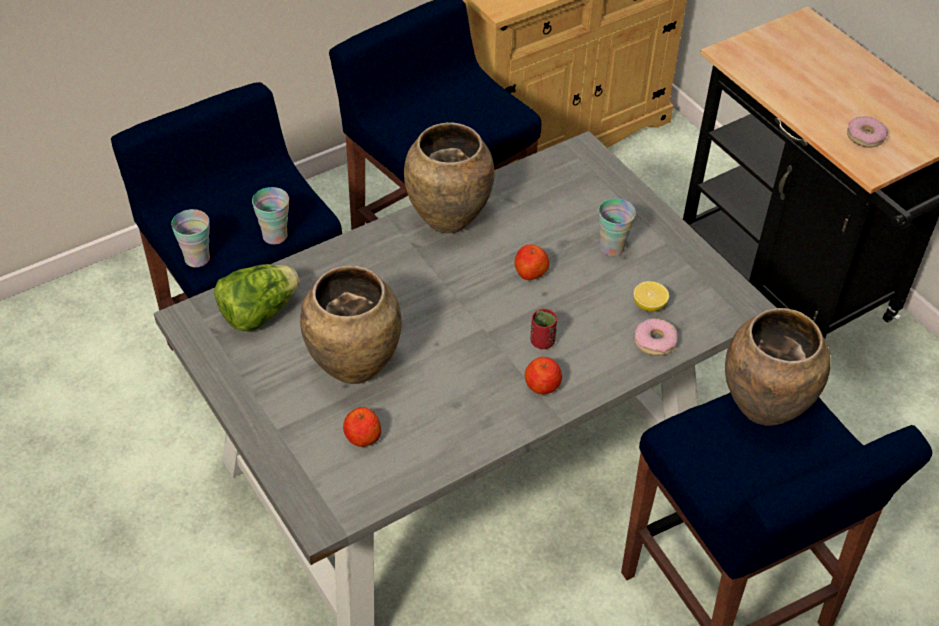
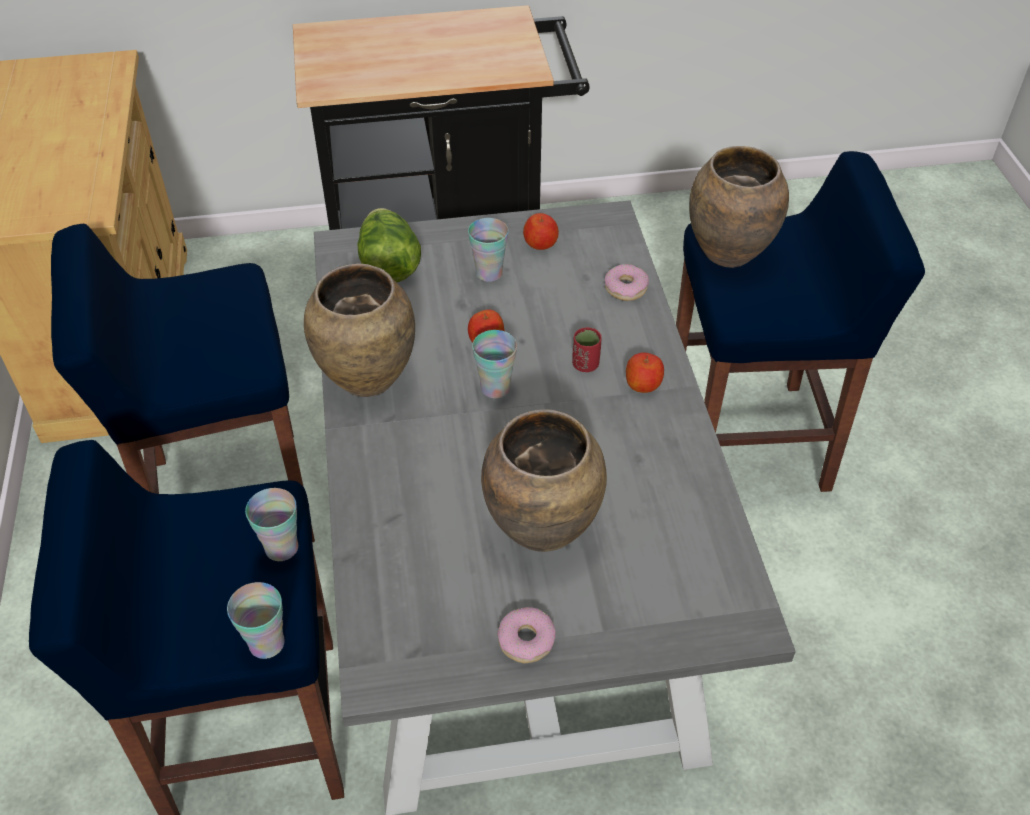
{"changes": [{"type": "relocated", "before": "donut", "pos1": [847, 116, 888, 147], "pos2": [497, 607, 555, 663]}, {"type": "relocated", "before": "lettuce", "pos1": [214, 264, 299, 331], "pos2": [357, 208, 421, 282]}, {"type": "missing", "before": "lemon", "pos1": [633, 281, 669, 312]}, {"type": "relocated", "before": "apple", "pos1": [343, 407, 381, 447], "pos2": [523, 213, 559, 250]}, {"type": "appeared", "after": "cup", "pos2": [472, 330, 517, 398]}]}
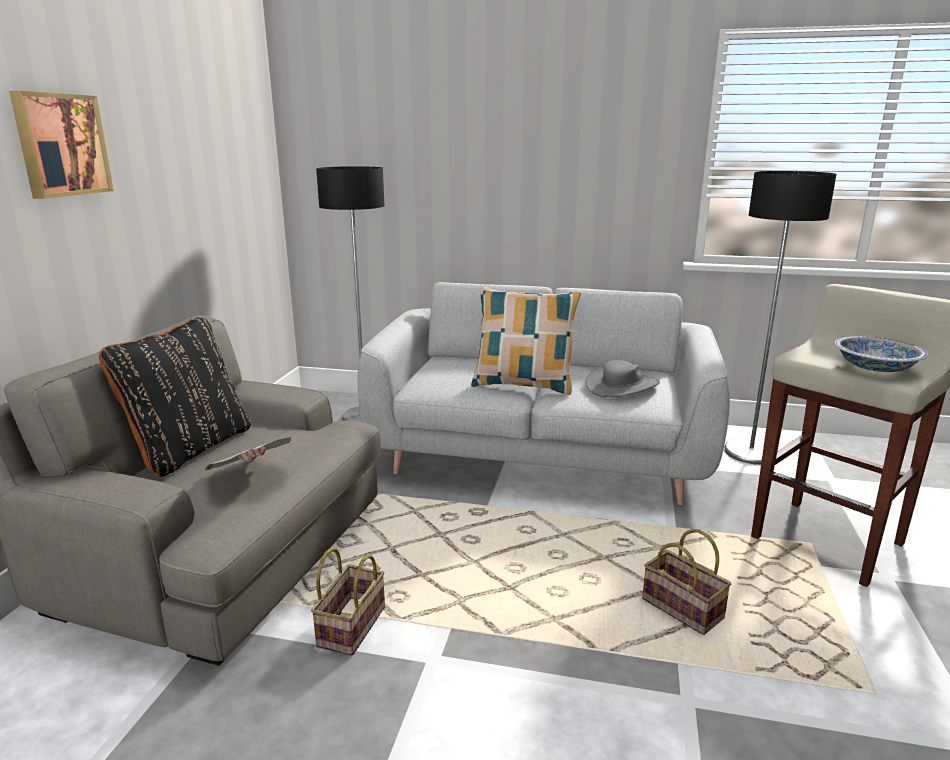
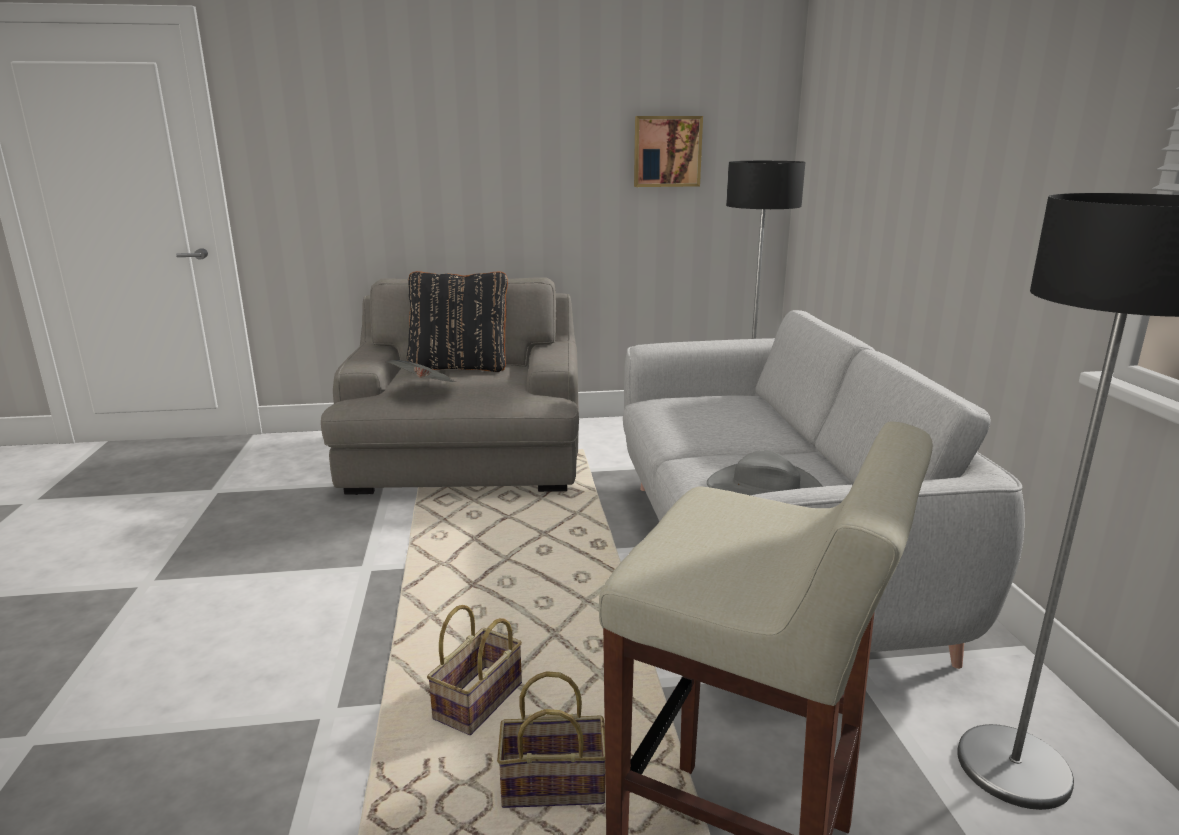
{"changes": [{"type": "relocated", "before": "picture", "pos1": [9, 91, 114, 199], "pos2": [634, 116, 703, 187]}, {"type": "missing", "before": "pillow", "pos1": [471, 286, 581, 395]}, {"type": "missing", "before": "bowl", "pos1": [834, 336, 928, 372]}, {"type": "relocated", "before": "basket", "pos1": [311, 548, 385, 656], "pos2": [497, 671, 605, 808]}]}
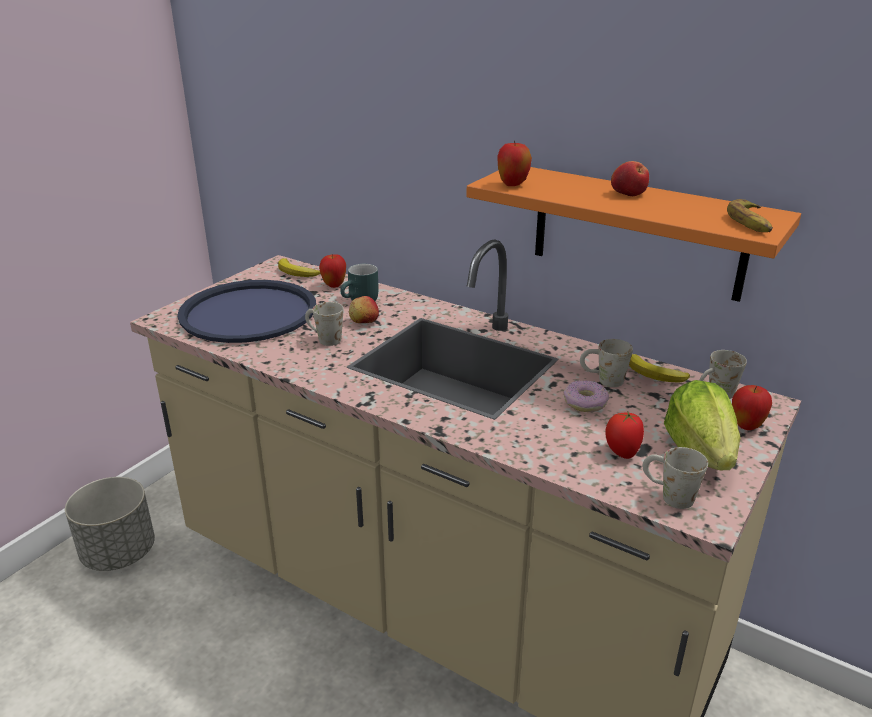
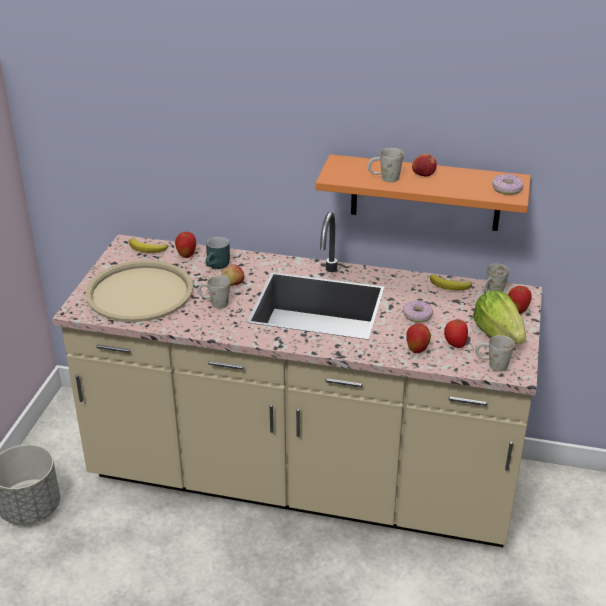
{"changes": [{"type": "relocated", "before": "apple", "pos1": [497, 141, 532, 186], "pos2": [406, 324, 431, 353]}, {"type": "exchanged", "before": "banana", "after": "donut", "pos1": [727, 199, 773, 232], "pos2": [492, 174, 524, 195]}, {"type": "colour", "before": "tray/blue", "after": "tray/beige", "pos1": [177, 280, 316, 343], "pos2": [85, 260, 193, 322]}, {"type": "relocated", "before": "mug/white", "pos1": [580, 339, 633, 387], "pos2": [367, 148, 404, 182]}]}
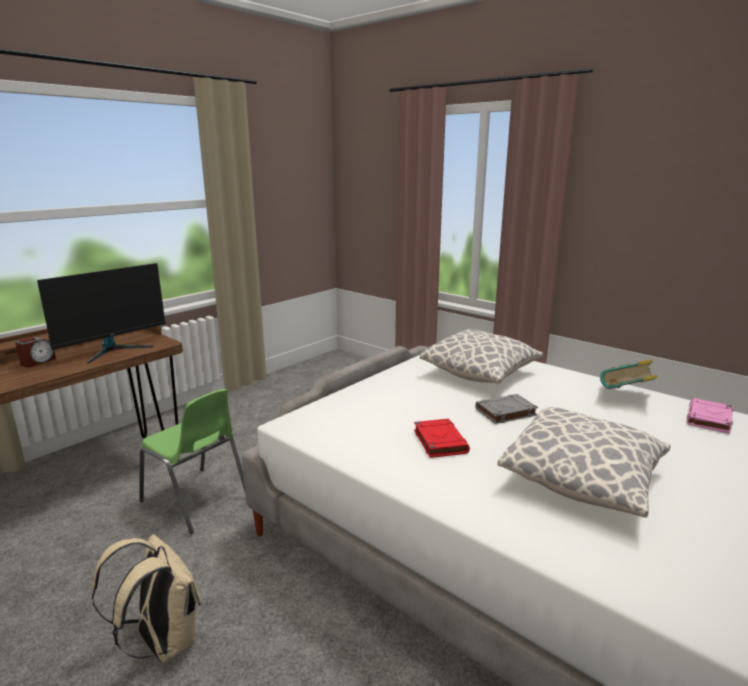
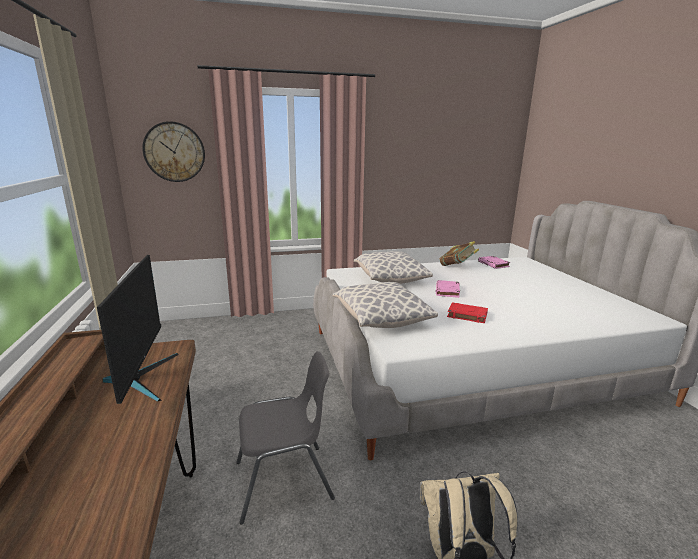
{"changes": [{"type": "missing", "before": "alarm clock", "pos1": [15, 337, 56, 368]}, {"type": "colour", "before": "chair/green", "after": "chair/grey", "pos1": [139, 389, 245, 534], "pos2": [236, 351, 335, 525]}, {"type": "colour", "before": "book/grey", "after": "book/pink", "pos1": [475, 394, 538, 424], "pos2": [436, 280, 460, 298]}, {"type": "relocated", "before": "pillow", "pos1": [497, 407, 671, 518], "pos2": [333, 282, 438, 328]}, {"type": "appeared", "after": "wall clock", "pos2": [142, 121, 205, 182]}]}
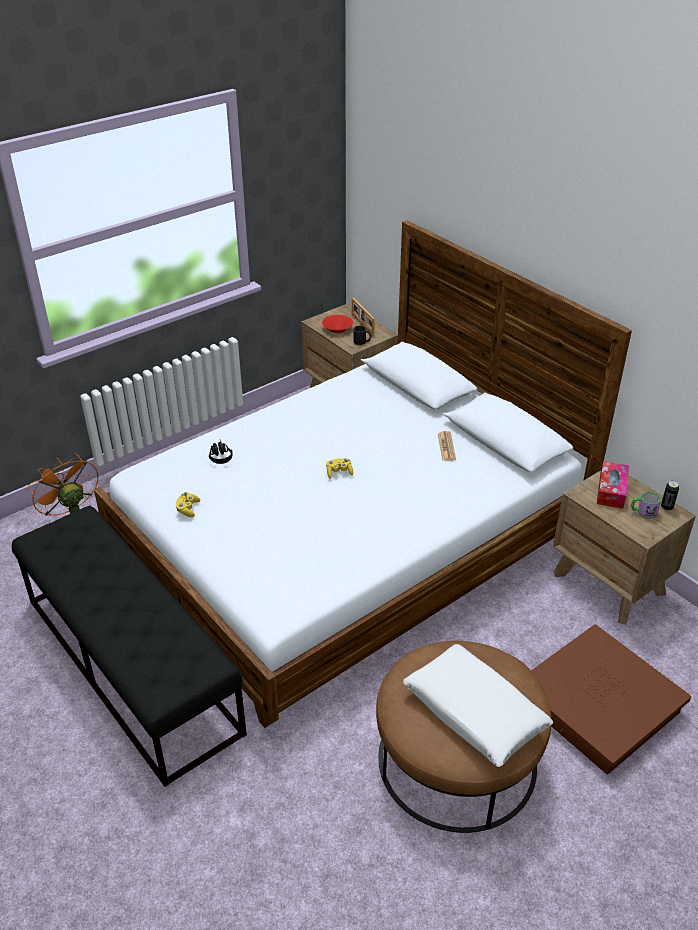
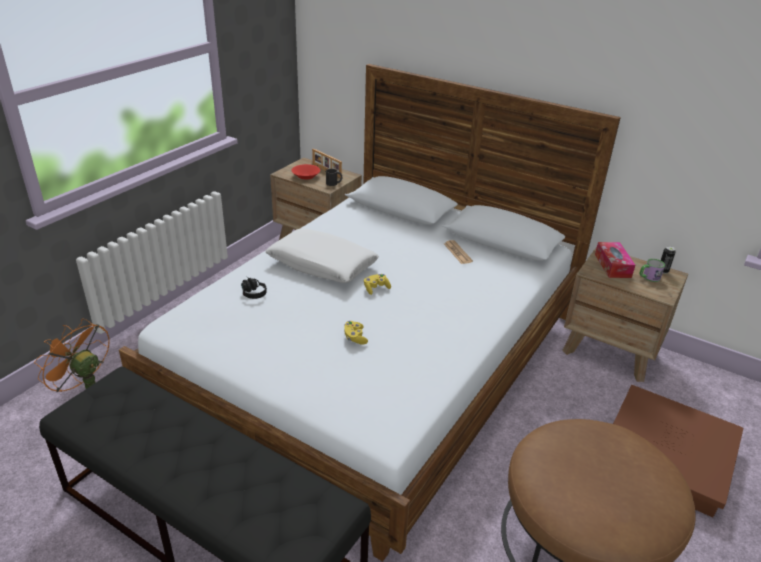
{"changes": [{"type": "relocated", "before": "game controller/yellow", "pos1": [176, 492, 200, 517], "pos2": [344, 321, 368, 344]}, {"type": "relocated", "before": "pillow/white", "pos1": [403, 644, 553, 767], "pos2": [266, 228, 379, 283]}]}
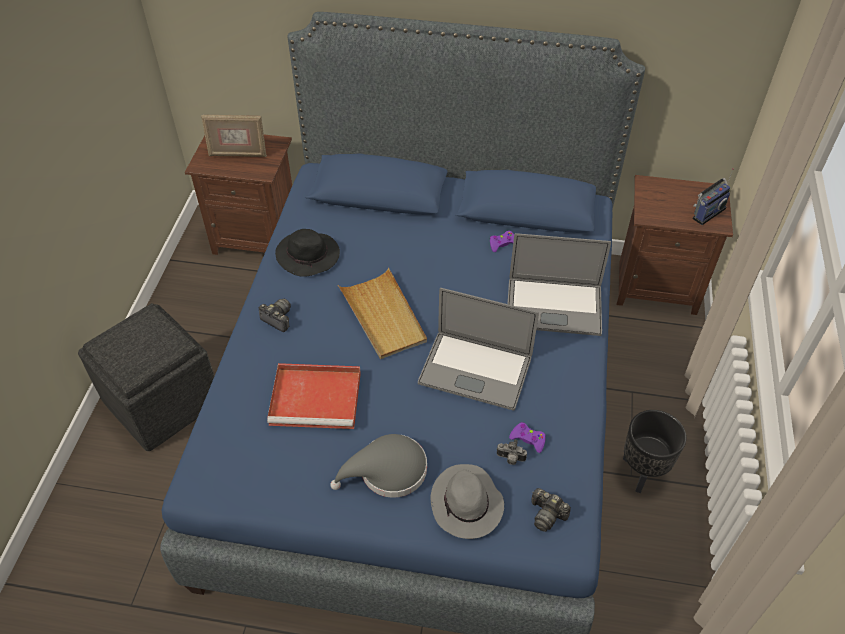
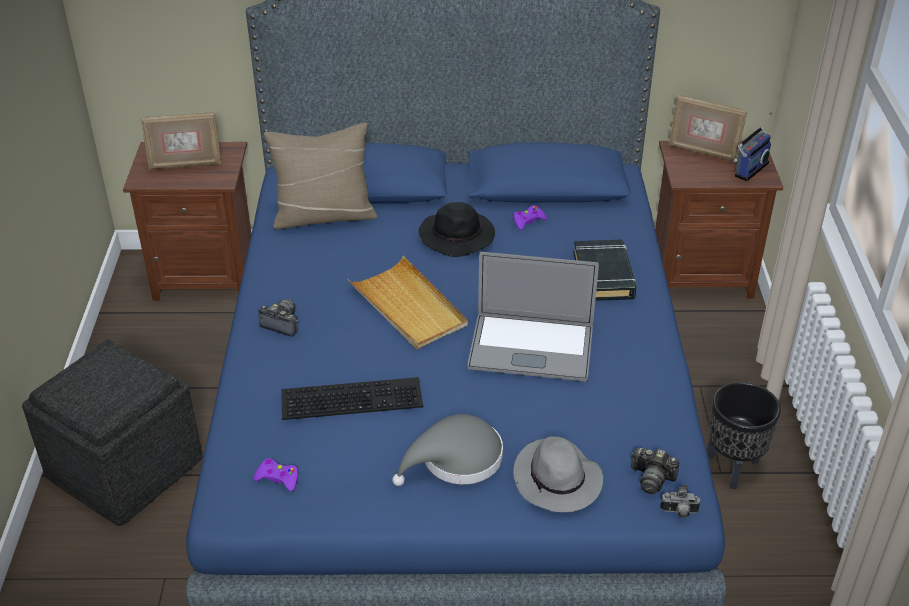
{"changes": [{"type": "relocated", "before": "hat/black", "pos1": [275, 229, 340, 277], "pos2": [419, 202, 495, 257]}, {"type": "exchanged", "before": "laptop", "after": "book/black", "pos1": [507, 233, 611, 336], "pos2": [573, 240, 637, 301]}, {"type": "exchanged", "before": "tray/red", "after": "keyboard", "pos1": [267, 363, 361, 429], "pos2": [281, 377, 423, 420]}, {"type": "relocated", "before": "game controller/purple", "pos1": [509, 422, 546, 453], "pos2": [254, 458, 298, 491]}, {"type": "relocated", "before": "photo camera", "pos1": [497, 440, 527, 465], "pos2": [660, 484, 701, 518]}, {"type": "appeared", "after": "picture frame", "pos2": [668, 95, 747, 161]}, {"type": "appeared", "after": "pillow/beige", "pos2": [264, 123, 377, 229]}]}
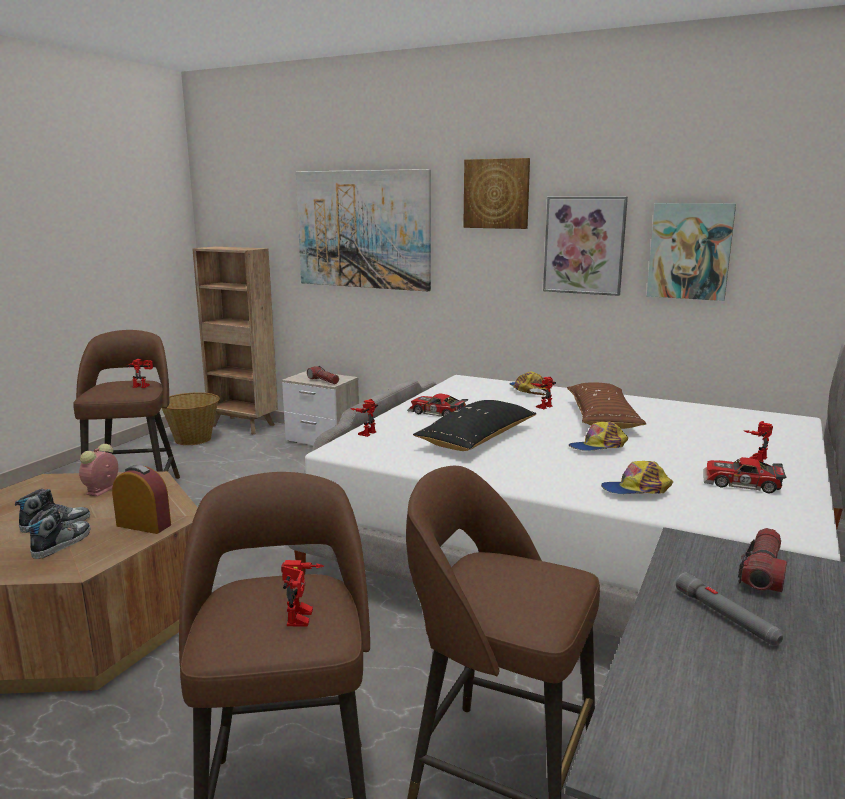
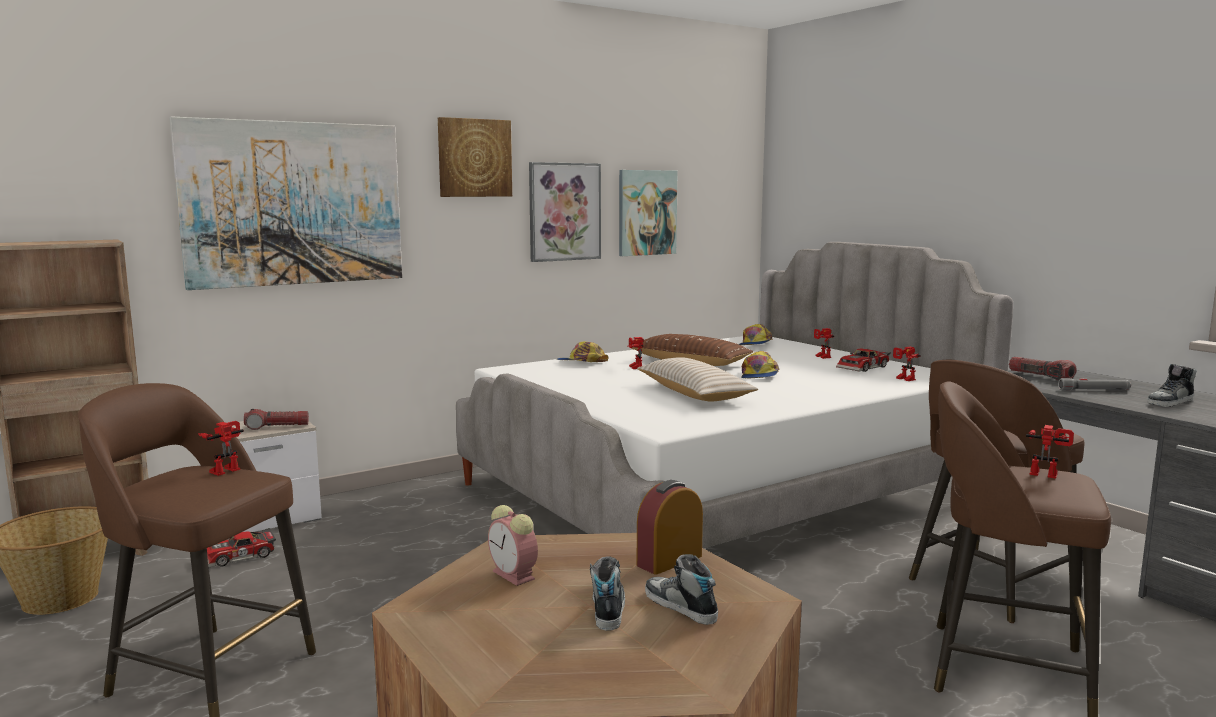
{"changes": [{"type": "relocated", "before": "toy car", "pos1": [407, 393, 468, 417], "pos2": [207, 528, 276, 567]}, {"type": "relocated", "before": "toy robot", "pos1": [351, 399, 378, 437], "pos2": [893, 347, 921, 381]}, {"type": "colour", "before": "pillow/black", "after": "pillow/beige", "pos1": [413, 400, 536, 451], "pos2": [637, 357, 758, 402]}, {"type": "relocated", "before": "cap", "pos1": [601, 461, 673, 494], "pos2": [739, 324, 773, 345]}, {"type": "appeared", "after": "shoe", "pos2": [1147, 364, 1196, 407]}]}
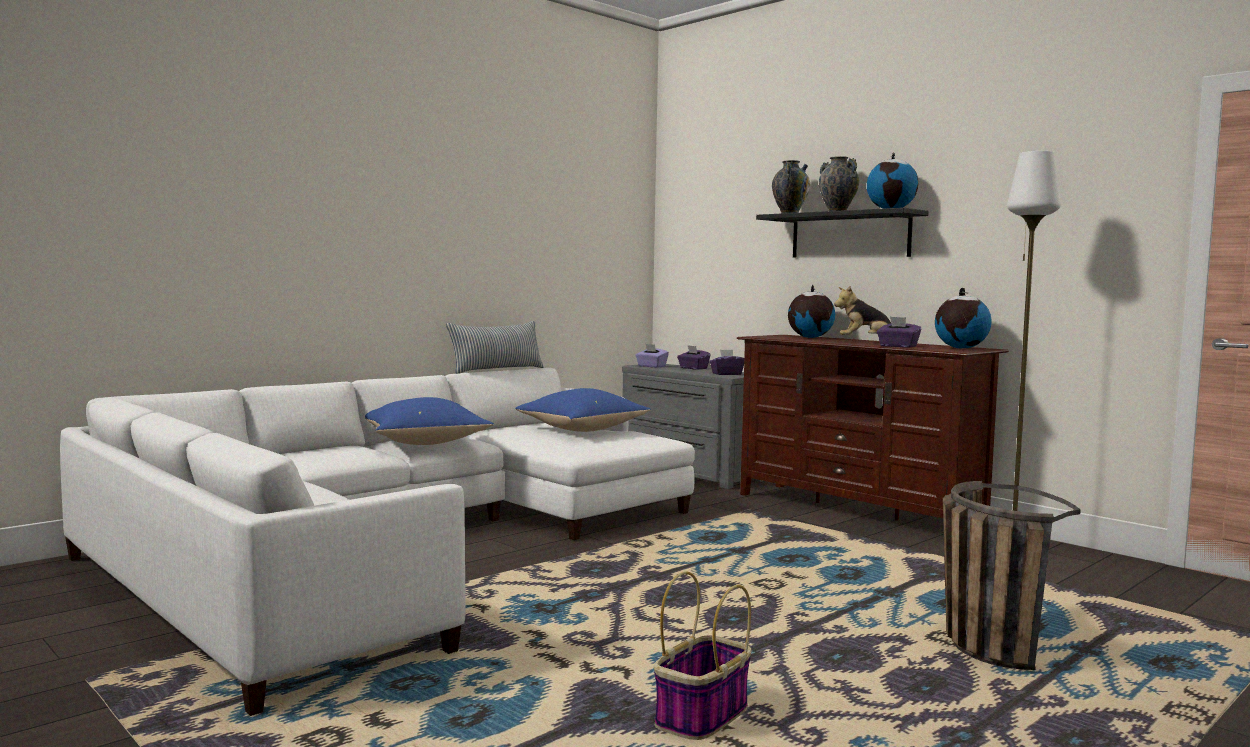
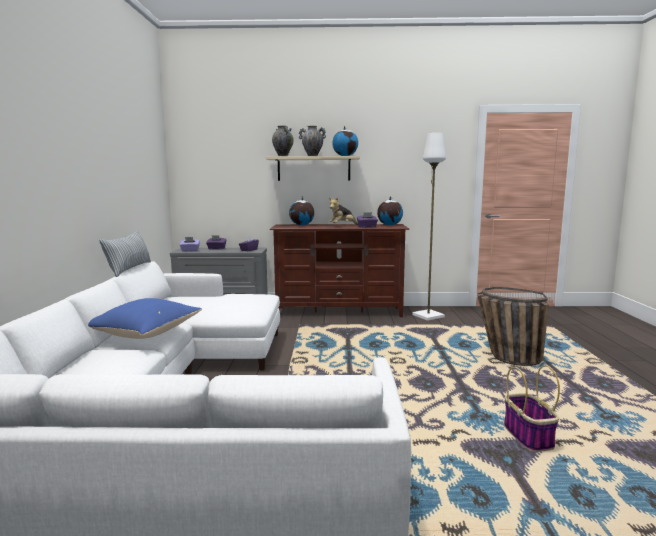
{"changes": [{"type": "colour", "before": "shelf/black", "after": "shelf/beige", "pos1": [756, 208, 929, 258], "pos2": [265, 156, 360, 181]}, {"type": "missing", "before": "pillow/blue", "pos1": [515, 388, 651, 432]}]}
